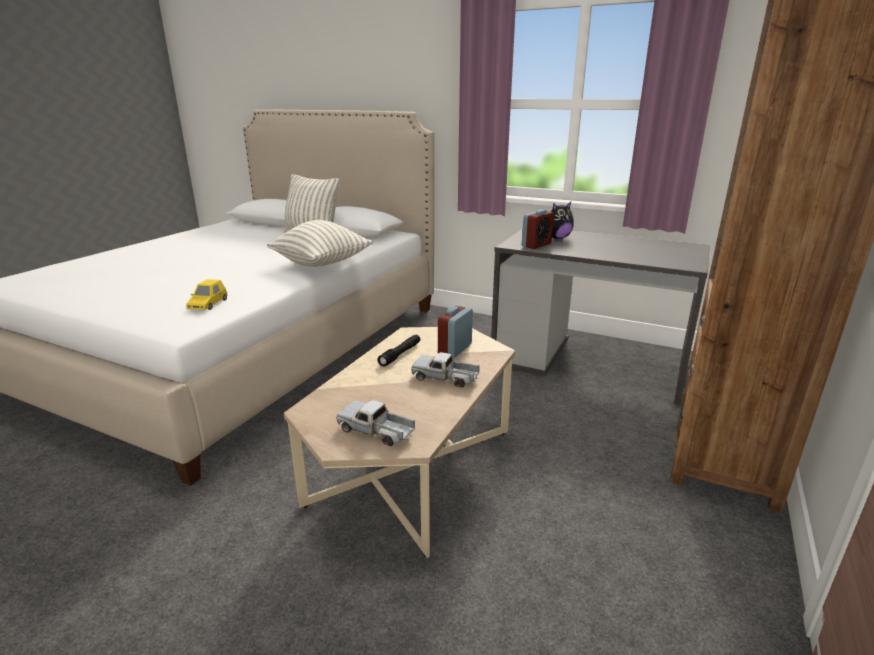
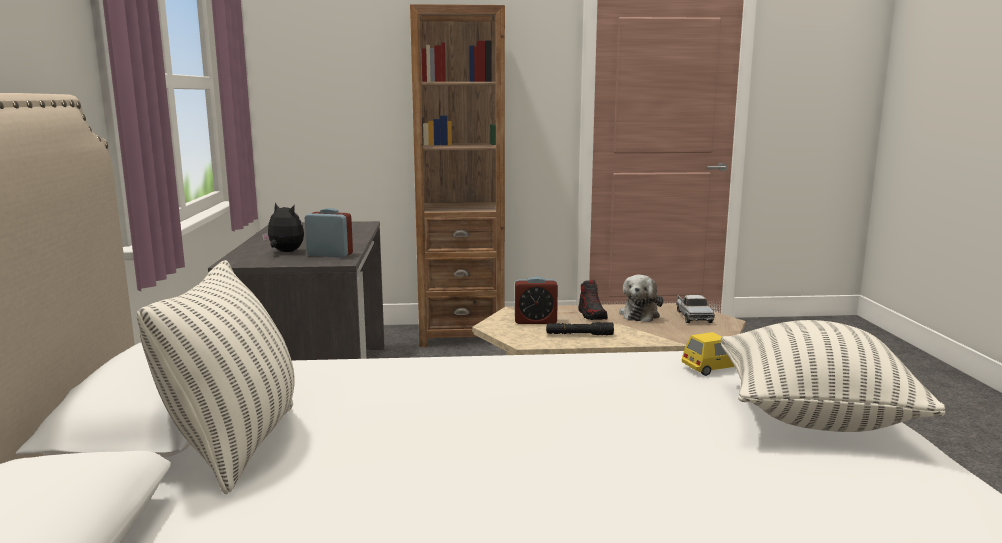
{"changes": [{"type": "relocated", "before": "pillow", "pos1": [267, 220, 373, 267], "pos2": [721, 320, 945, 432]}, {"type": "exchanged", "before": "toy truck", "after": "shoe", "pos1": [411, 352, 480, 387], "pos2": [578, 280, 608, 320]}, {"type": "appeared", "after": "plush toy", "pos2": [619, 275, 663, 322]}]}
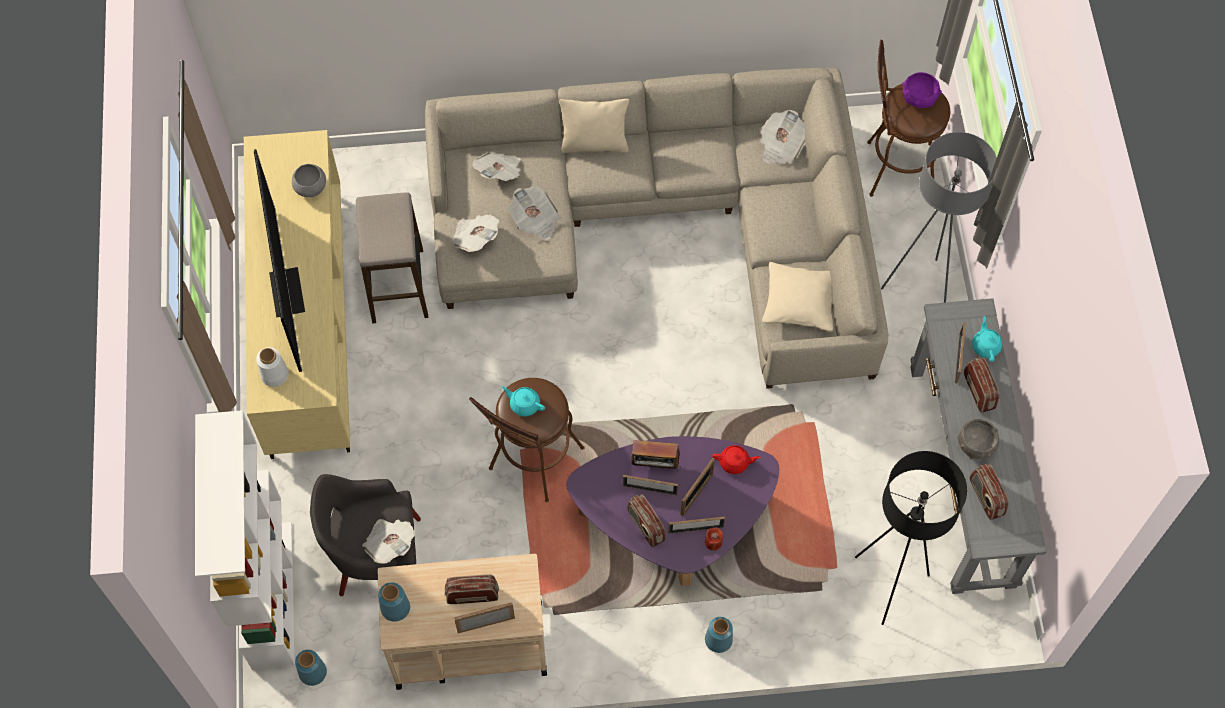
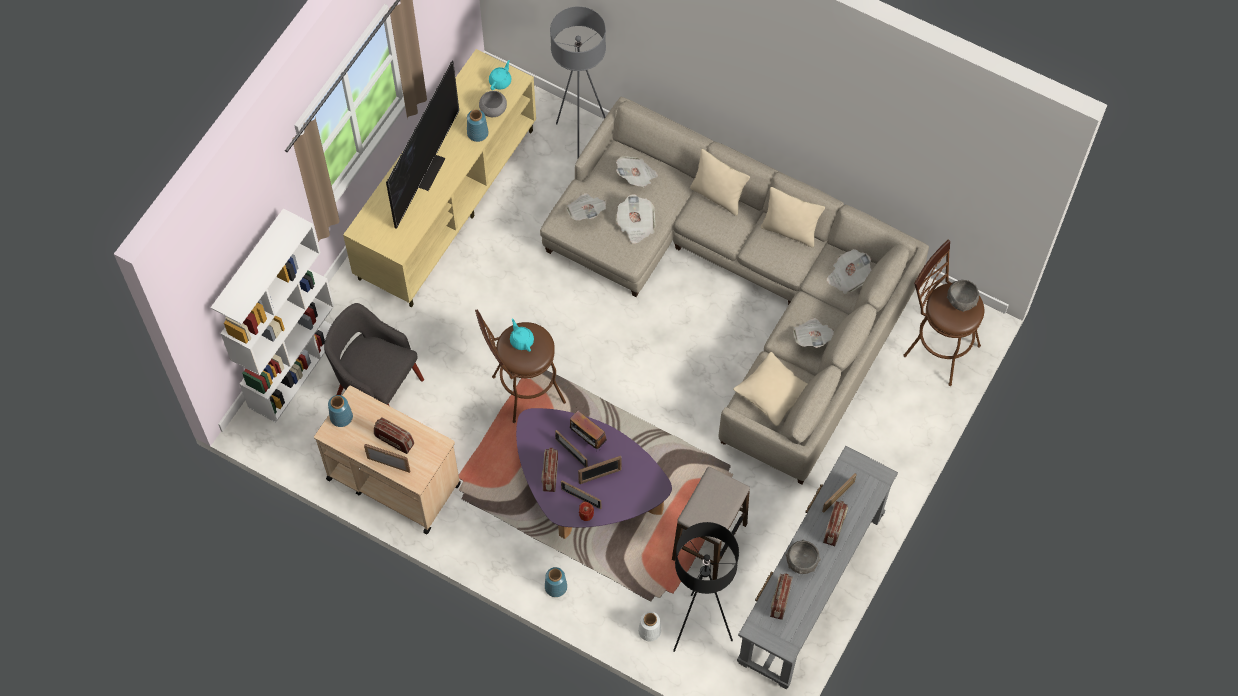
{"changes": [{"type": "colour", "before": "bowl/purple", "after": "bowl/grey", "pos1": [902, 72, 942, 108], "pos2": [947, 280, 979, 312]}, {"type": "relocated", "before": "floor lamp/grey", "pos1": [881, 132, 998, 303], "pos2": [550, 6, 606, 160]}, {"type": "relocated", "before": "stool", "pos1": [356, 192, 428, 323], "pos2": [672, 467, 750, 580]}, {"type": "relocated", "before": "teapot/turquoise", "pos1": [972, 316, 1002, 362], "pos2": [489, 60, 511, 90]}, {"type": "relocated", "before": "vase/white", "pos1": [256, 347, 289, 387], "pos2": [638, 611, 661, 641]}, {"type": "missing", "before": "teapot/red", "pos1": [712, 445, 761, 474]}, {"type": "relocated", "before": "newspaper", "pos1": [362, 519, 416, 564], "pos2": [793, 318, 834, 348]}, {"type": "relocated", "before": "vase/blue", "pos1": [295, 650, 327, 686], "pos2": [467, 109, 488, 142]}, {"type": "appeared", "after": "pillow/beige", "pos2": [761, 187, 825, 248]}]}
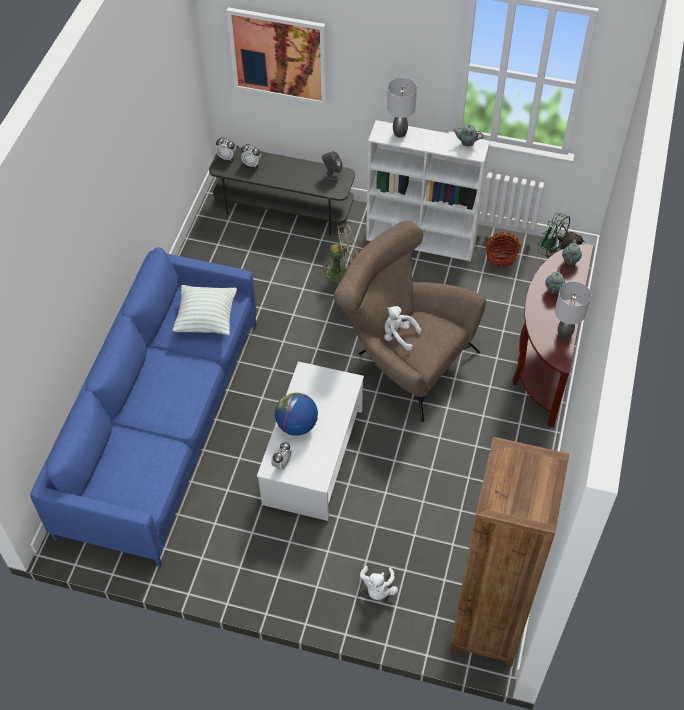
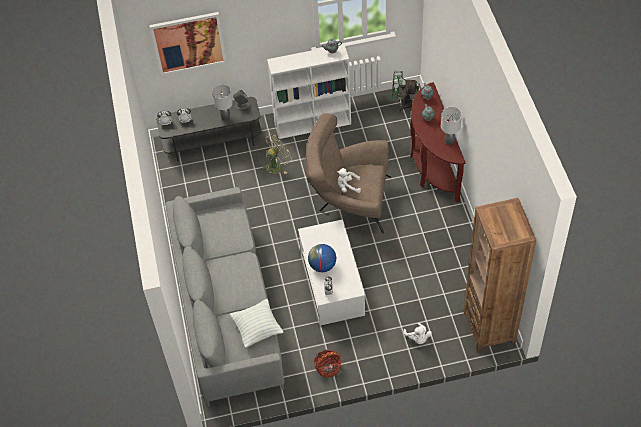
{"changes": [{"type": "relocated", "before": "table lamp/grey", "pos1": [387, 77, 417, 137], "pos2": [212, 84, 233, 121]}, {"type": "relocated", "before": "basket", "pos1": [485, 232, 521, 267], "pos2": [314, 350, 341, 378]}, {"type": "colour", "before": "sofa/blue", "after": "sofa/grey", "pos1": [30, 247, 257, 567], "pos2": [166, 187, 284, 407]}, {"type": "relocated", "before": "pillow", "pos1": [173, 285, 237, 335], "pos2": [230, 299, 284, 348]}]}
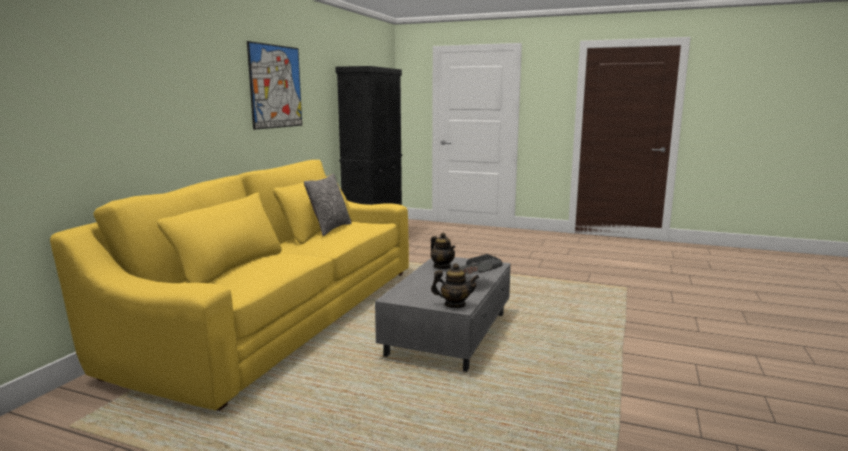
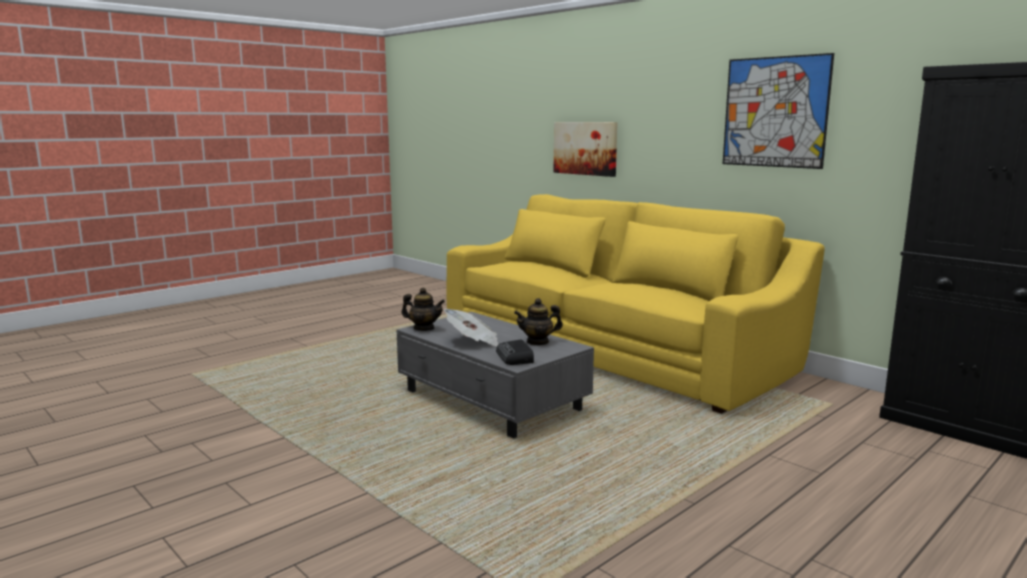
{"changes": [{"type": "missing", "before": "pillow", "pos1": [304, 174, 352, 236]}, {"type": "spun", "before": "teapot", "pos1": [431, 263, 479, 308], "pos2": [401, 288, 445, 331], "turn": -105}, {"type": "appeared", "after": "picture", "pos2": [554, 122, 618, 177]}]}
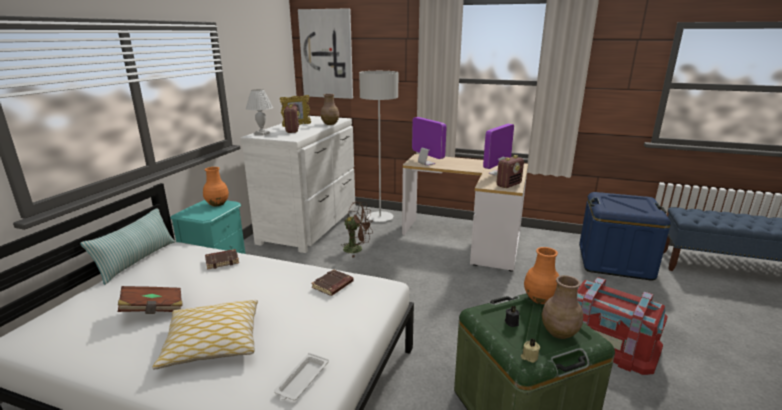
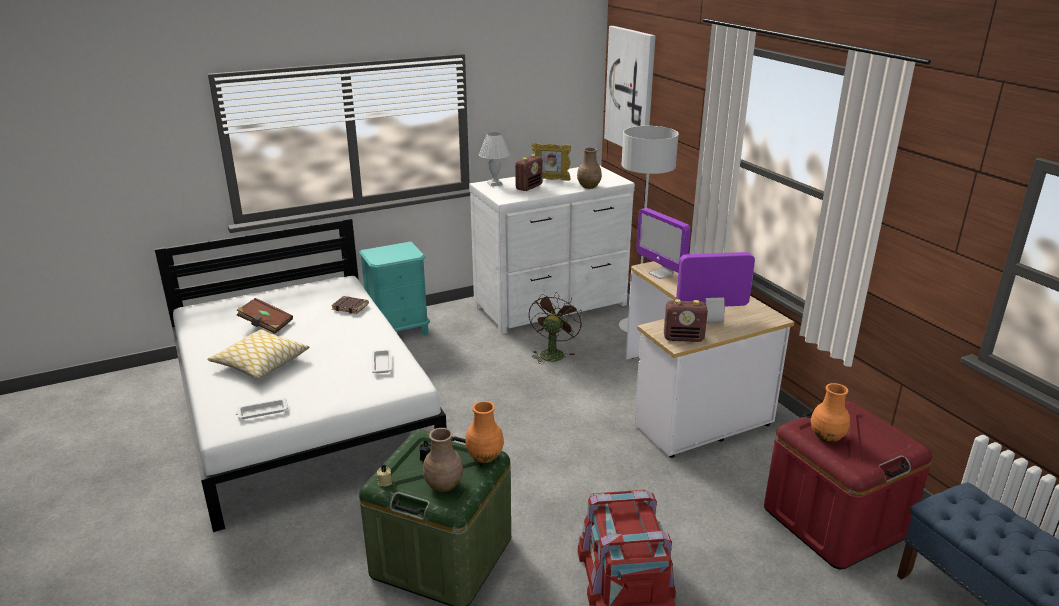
{"changes": [{"type": "spun", "before": "monitor", "pos1": [412, 117, 446, 166], "pos2": [636, 208, 691, 279], "turn": 135}, {"type": "relocated", "before": "vase/orange", "pos1": [203, 167, 229, 206], "pos2": [811, 383, 850, 443]}, {"type": "colour", "before": "storage box/blue", "after": "storage box/red", "pos1": [579, 192, 671, 281], "pos2": [764, 401, 932, 569]}, {"type": "spun", "before": "fan/brown", "pos1": [341, 202, 373, 258], "pos2": [529, 292, 582, 364], "turn": -135}, {"type": "missing", "before": "pillow", "pos1": [80, 209, 175, 285]}, {"type": "exchanged", "before": "book/brown", "after": "tray/white", "pos1": [311, 269, 354, 296], "pos2": [372, 349, 392, 374]}]}
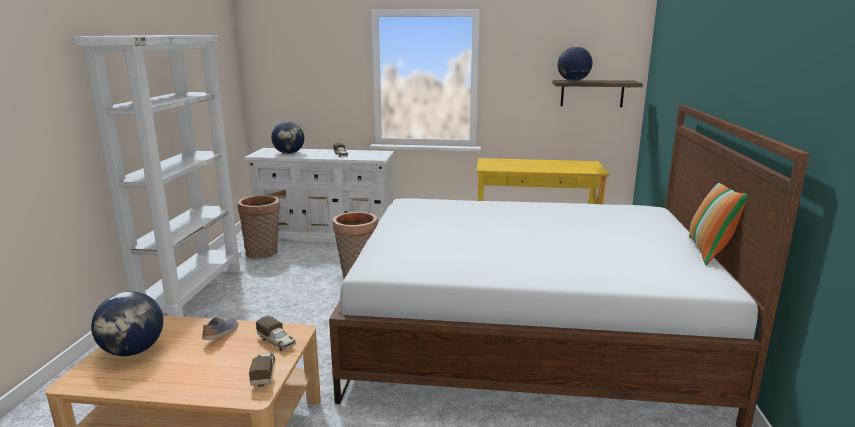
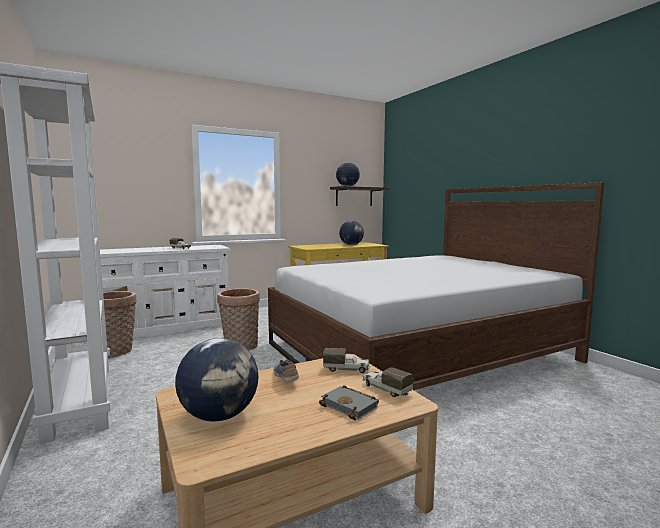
{"changes": [{"type": "relocated", "before": "globe", "pos1": [271, 122, 304, 154], "pos2": [339, 221, 364, 245]}, {"type": "missing", "before": "pillow", "pos1": [689, 183, 747, 265]}, {"type": "appeared", "after": "book/grey", "pos2": [319, 385, 379, 420]}]}
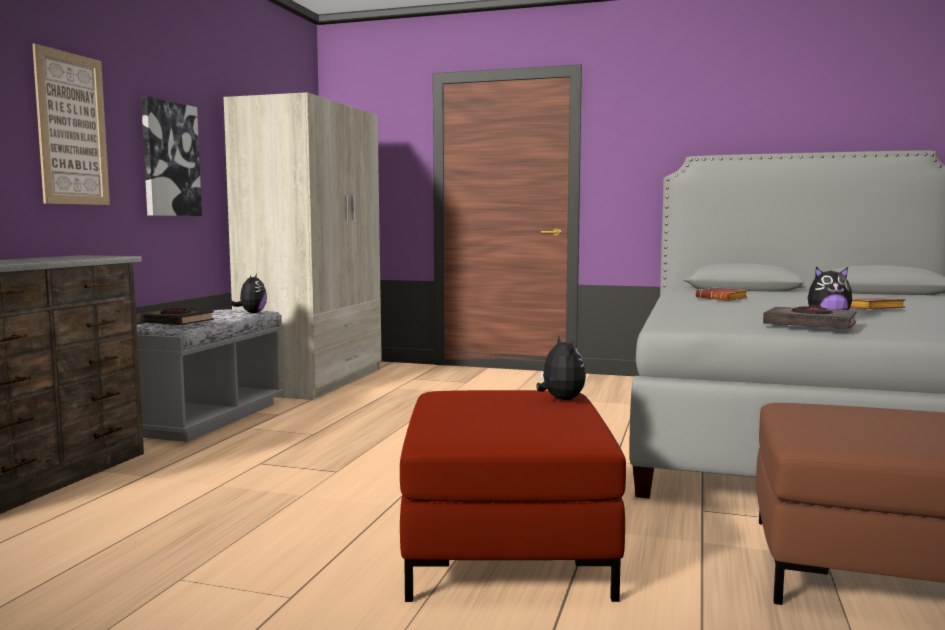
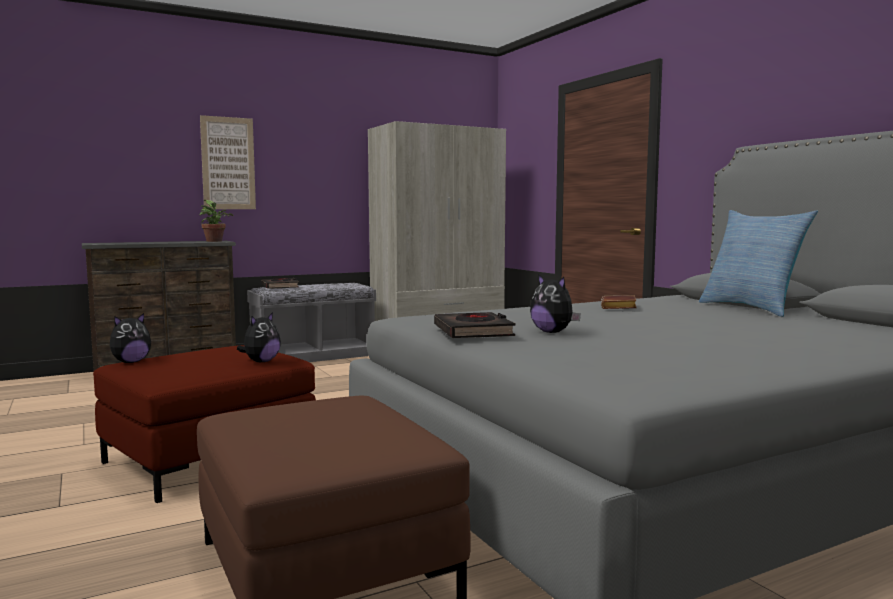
{"changes": [{"type": "missing", "before": "picture", "pos1": [141, 96, 202, 216]}, {"type": "relocated", "before": "plush toy", "pos1": [231, 274, 267, 313], "pos2": [110, 313, 151, 363]}, {"type": "missing", "before": "book/brown", "pos1": [850, 298, 906, 309]}, {"type": "appeared", "after": "potted plant", "pos2": [199, 200, 233, 242]}, {"type": "appeared", "after": "pillow", "pos2": [699, 210, 818, 317]}]}
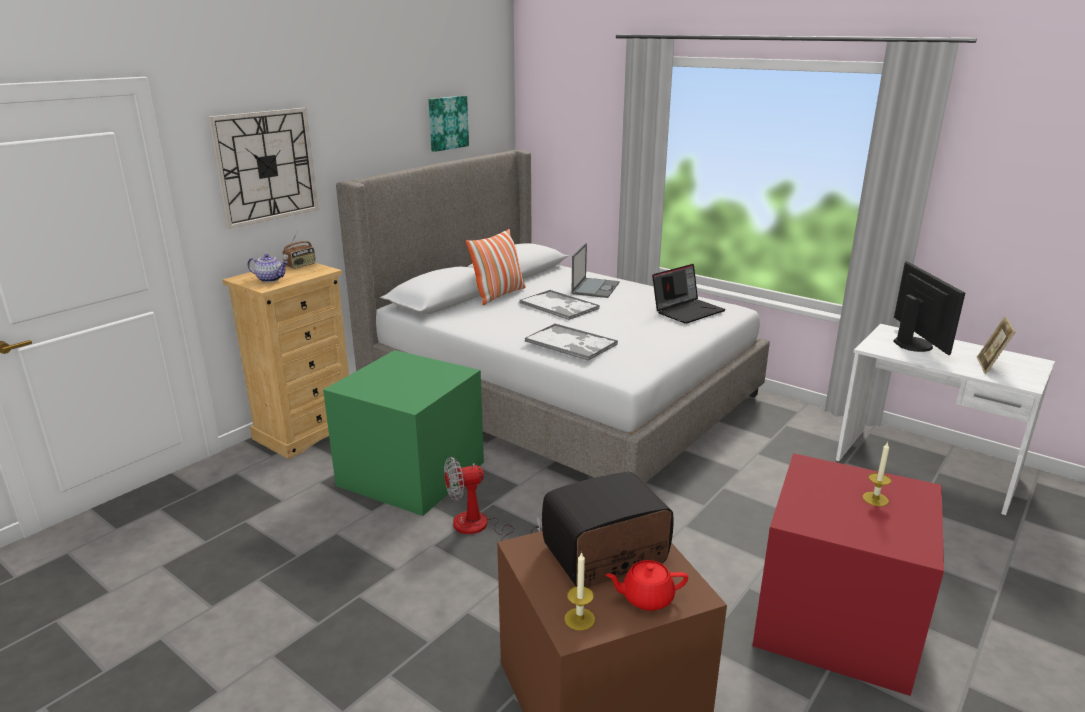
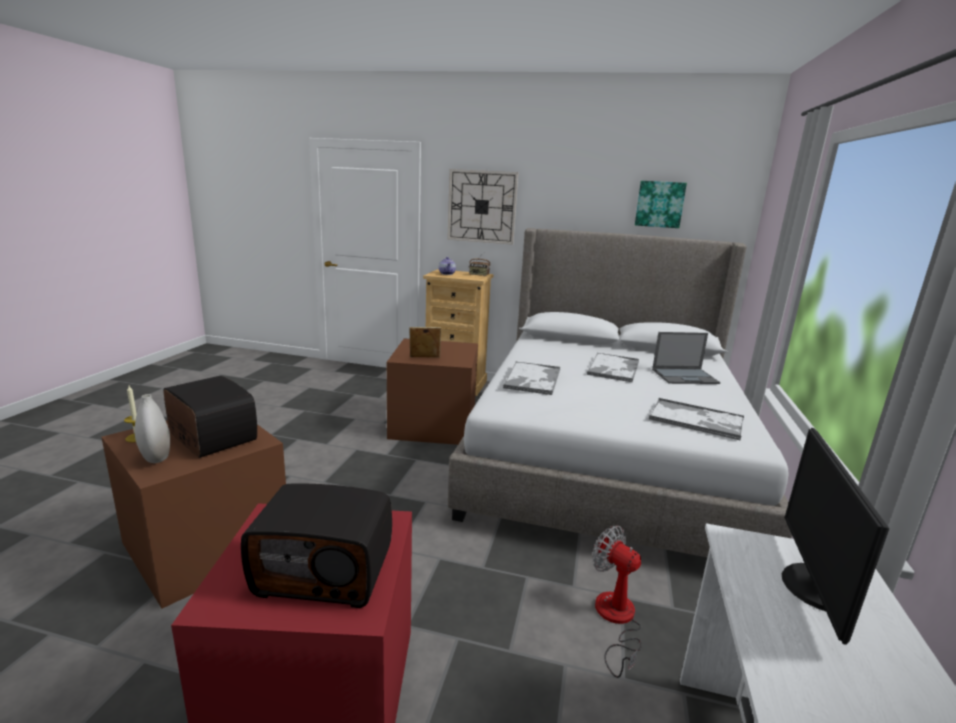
{"changes": [{"type": "missing", "before": "pillow", "pos1": [466, 229, 526, 305]}, {"type": "spun", "before": "monitor", "pos1": [893, 261, 965, 355], "pos2": [782, 428, 889, 645], "turn": 135}, {"type": "exchanged", "before": "laptop", "after": "tray", "pos1": [652, 264, 726, 324], "pos2": [649, 398, 744, 440]}, {"type": "relocated", "before": "picture frame", "pos1": [977, 316, 1015, 374], "pos2": [409, 327, 441, 358]}, {"type": "colour", "before": "storage box/green", "after": "storage box/brown", "pos1": [323, 350, 484, 516], "pos2": [387, 339, 478, 445]}, {"type": "exchanged", "before": "candle", "after": "radio", "pos1": [862, 442, 891, 506], "pos2": [241, 484, 392, 608]}, {"type": "relocated", "before": "fan", "pos1": [444, 457, 540, 541], "pos2": [592, 525, 642, 678]}, {"type": "exchanged", "before": "teapot/red", "after": "vase/white", "pos1": [605, 560, 688, 611], "pos2": [135, 394, 170, 463]}]}
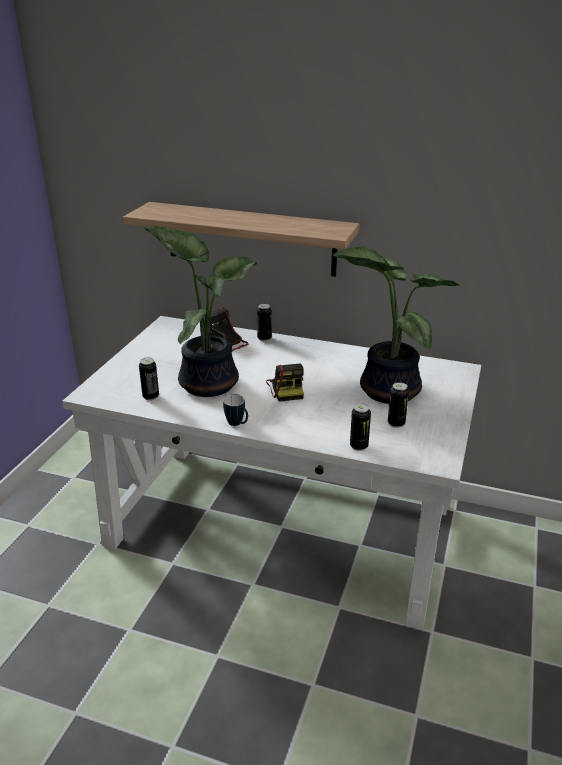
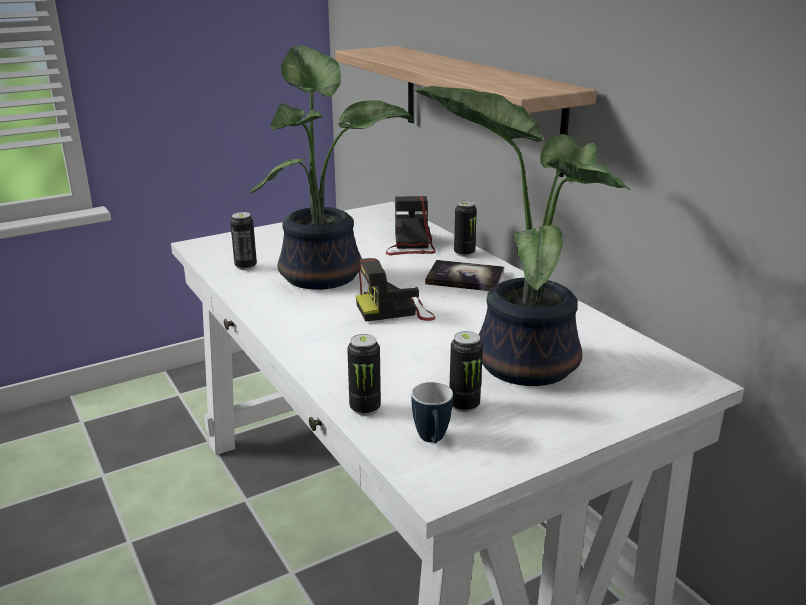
{"changes": [{"type": "spun", "before": "photo camera", "pos1": [266, 364, 304, 402], "pos2": [356, 258, 436, 321], "turn": 45}, {"type": "relocated", "before": "mug", "pos1": [223, 394, 248, 426], "pos2": [411, 382, 453, 443]}, {"type": "appeared", "after": "book", "pos2": [425, 260, 504, 291]}]}
